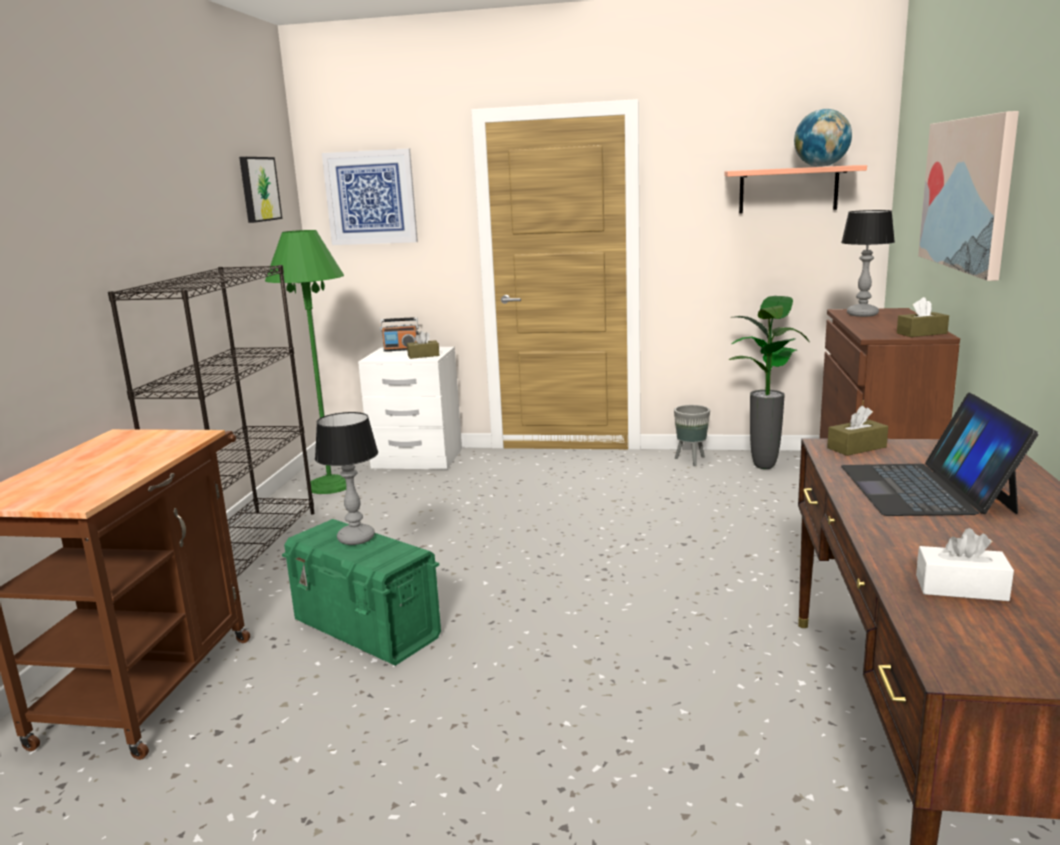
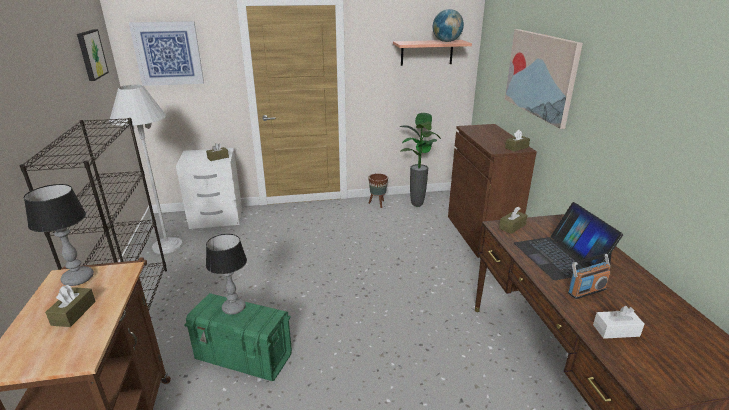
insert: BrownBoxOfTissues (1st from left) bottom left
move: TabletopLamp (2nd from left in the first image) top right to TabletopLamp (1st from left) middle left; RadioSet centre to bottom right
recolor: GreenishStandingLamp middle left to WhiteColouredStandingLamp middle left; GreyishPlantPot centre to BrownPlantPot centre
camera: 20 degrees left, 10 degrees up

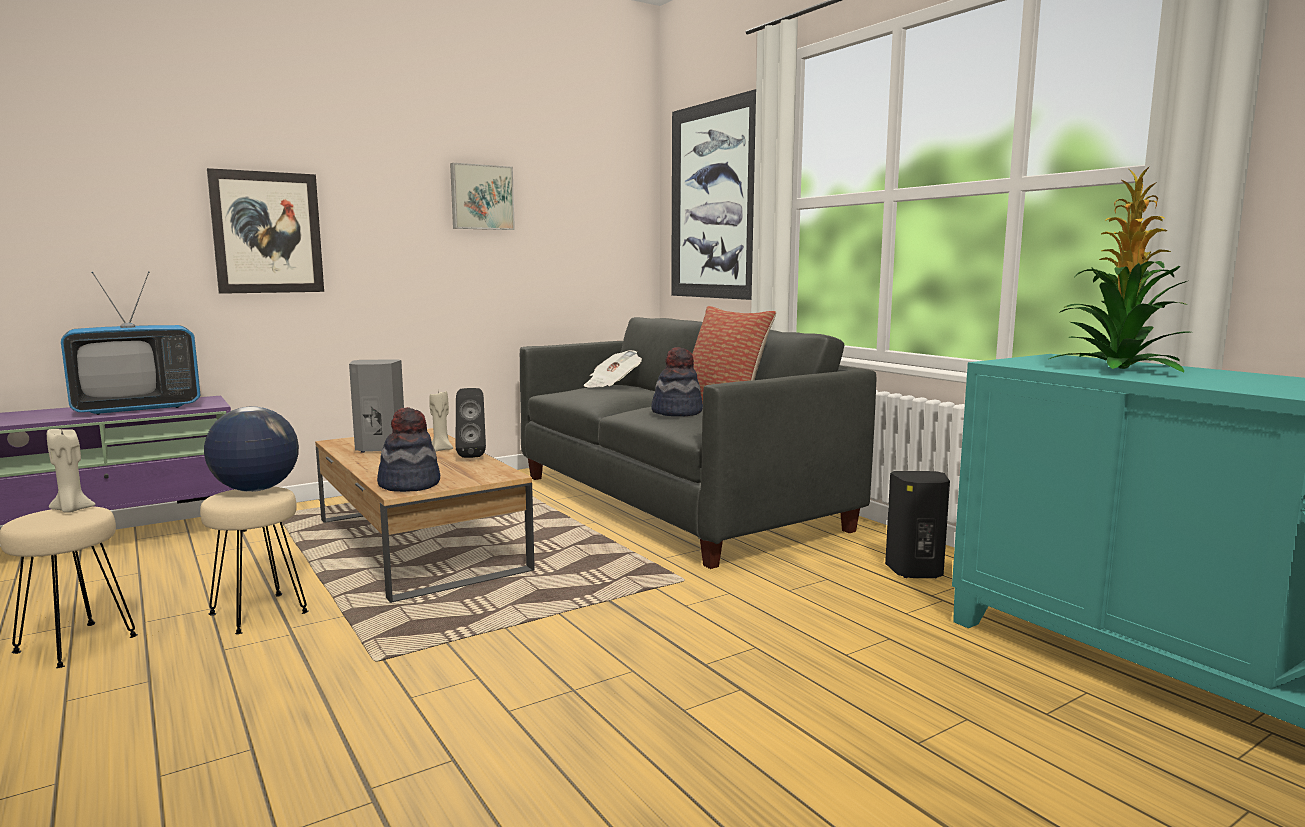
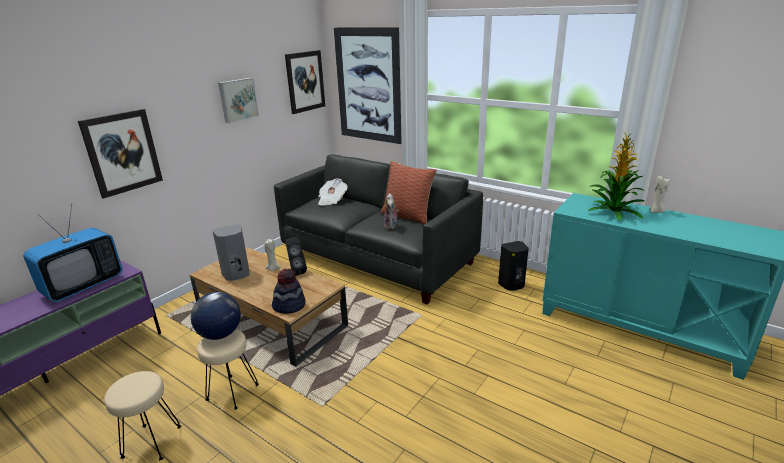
insert: WallPicture (3rd from left) top centre
move: SandColouredWaxCandle (1st from left in the first image) middle left to SandColouredWaxCandle (2nd from left) middle right
replace: Hat (2nd from left) centre to PlushToy centre
camera: 20 degrees left, 15 degrees up

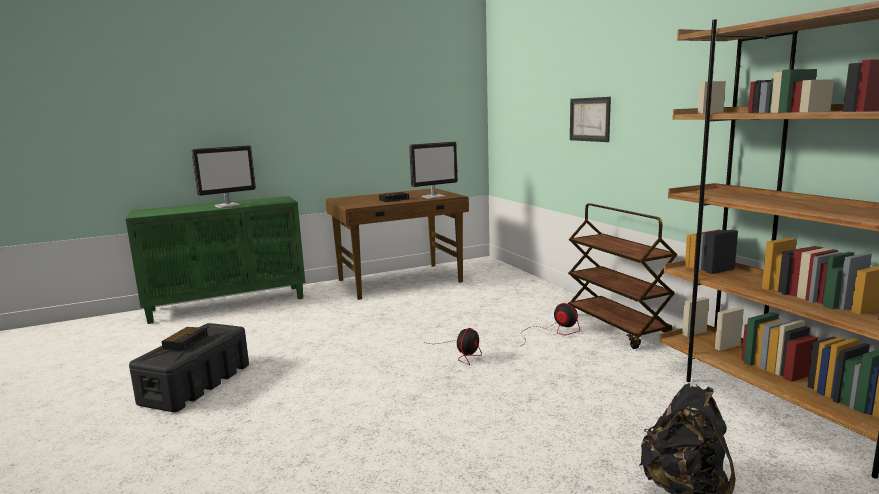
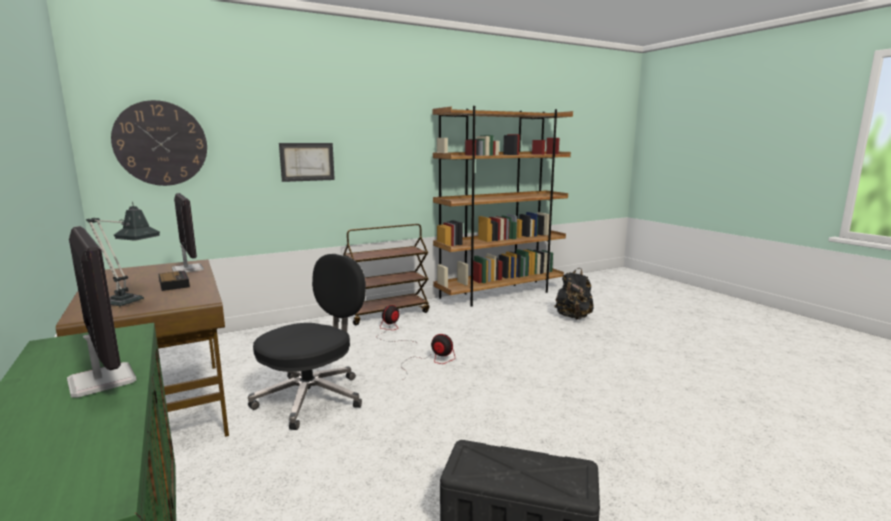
delete: TableClock (1st from left) bottom left
insert: HangingClock top left; TabletopLamp middle left; BlackColouredDeskChair centre
camera: 95 degrees left, 0 degrees up

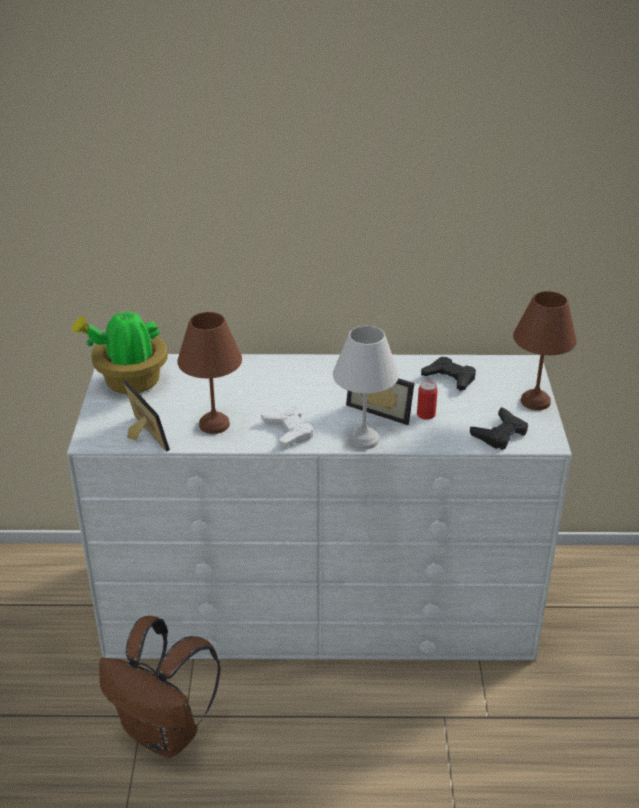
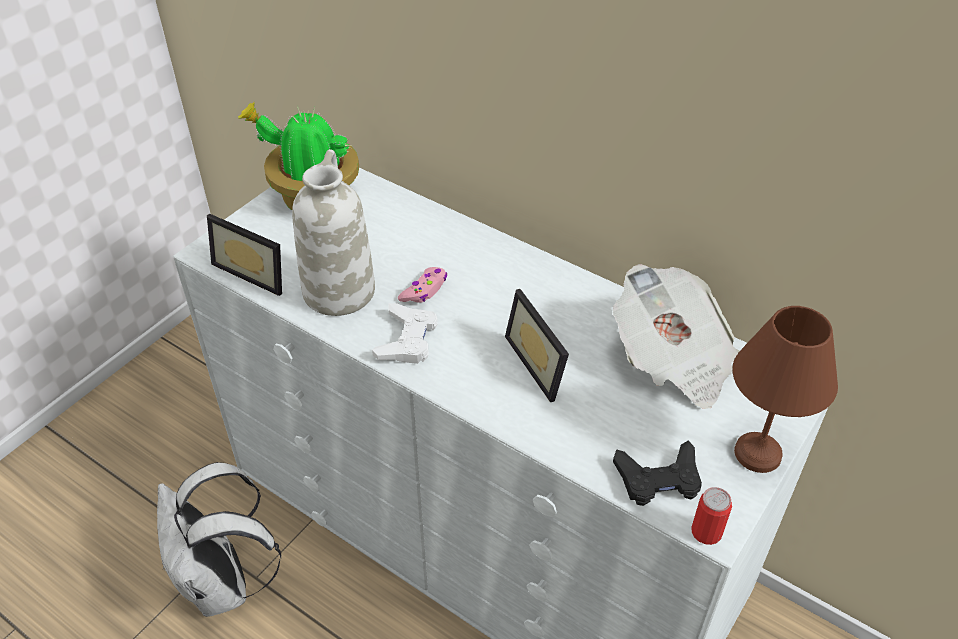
delete: WhiteColouredTabletopLamp centre
insert: PinkGameController centre
move: SealedCan middle right to bottom right
replace: BrownTabletopLamp (1st from left) middle left to WhiteColouredFlowerVase centre; BlackColouredGameController (1st from left) middle right to Newspaper middle right
recolor: BrownBackpack bottom left to WhiteColouredBackpack bottom left
rotate: PhotoFrame (1st from left) middle left = middle left 120 degrees clockwise
camera: 35 degrees right, 10 degrees up

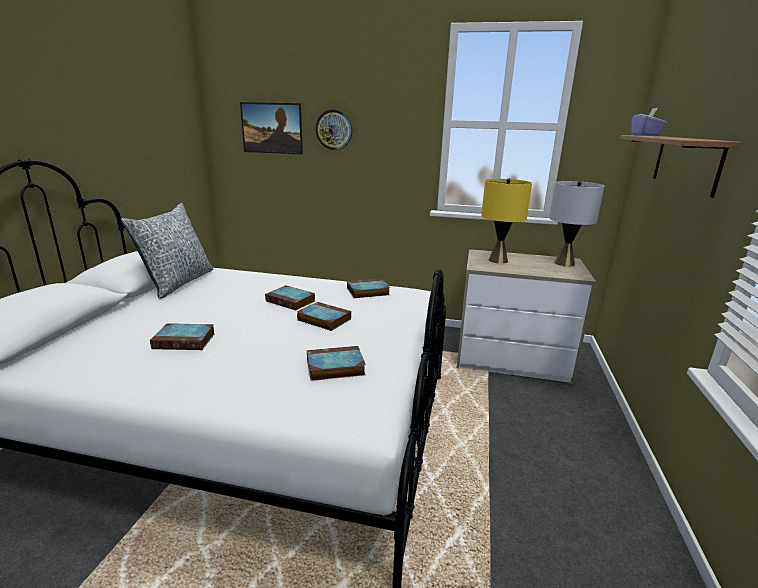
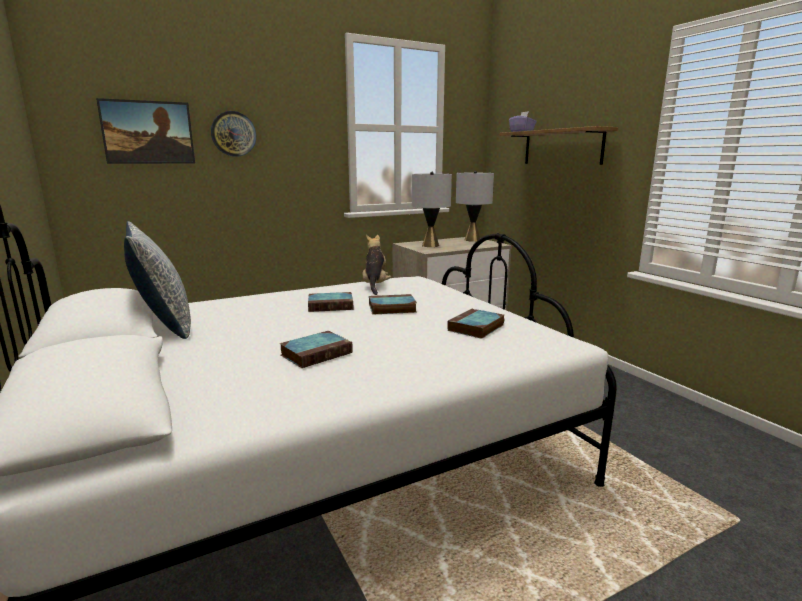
replace: Book (5th from left) centre to PlushToy centre
recolor: YellowTabletopLamp middle right to GreyishTabletopLamp (1st from left) centre
camera: 40 degrees left, 5 degrees down

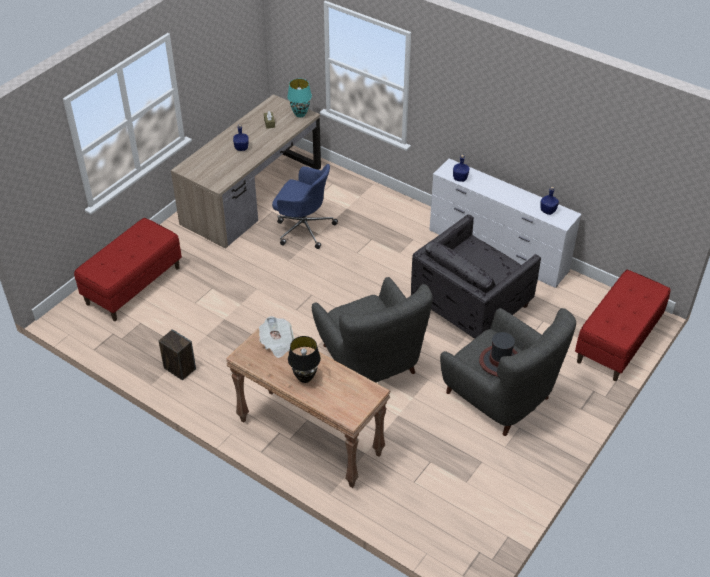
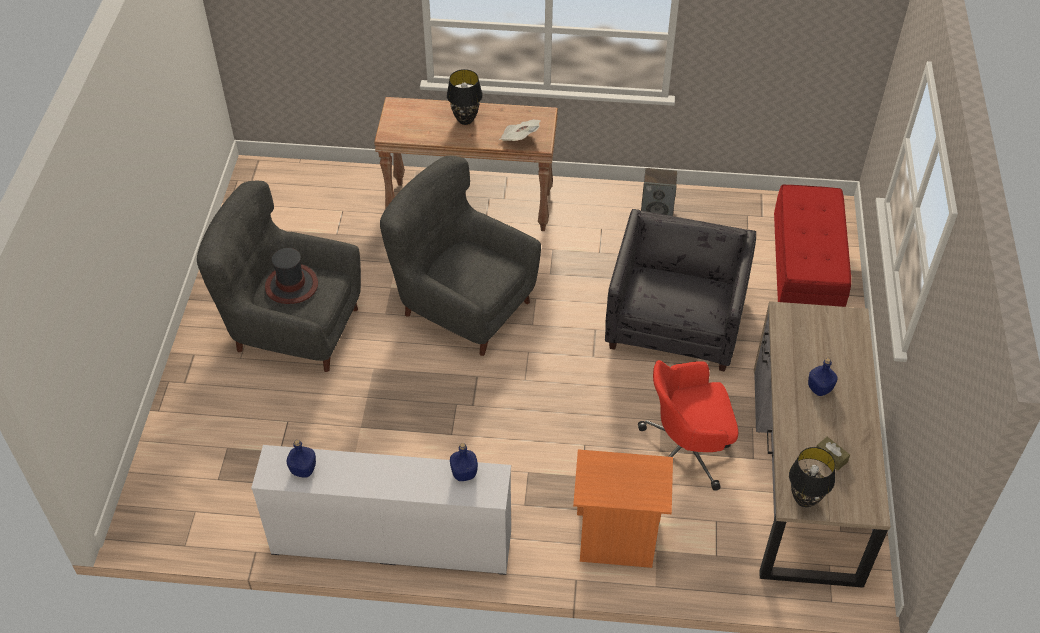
delete: ReddishLongSeat (2nd from left) middle right
insert: OrangeNightstand bottom centre
move: GreyishEasyChair (2nd from left in the first image) middle right to GreyishEasyChair (3rd from left) centre
recolor: TurquoiseTabletopLamp top centre to BlackColouredTabletopLamp (2nd from left) bottom right; BlueColouredDeskChair centre to ReddishDeskChair bottom centre
camera: 150 degrees right, 5 degrees up

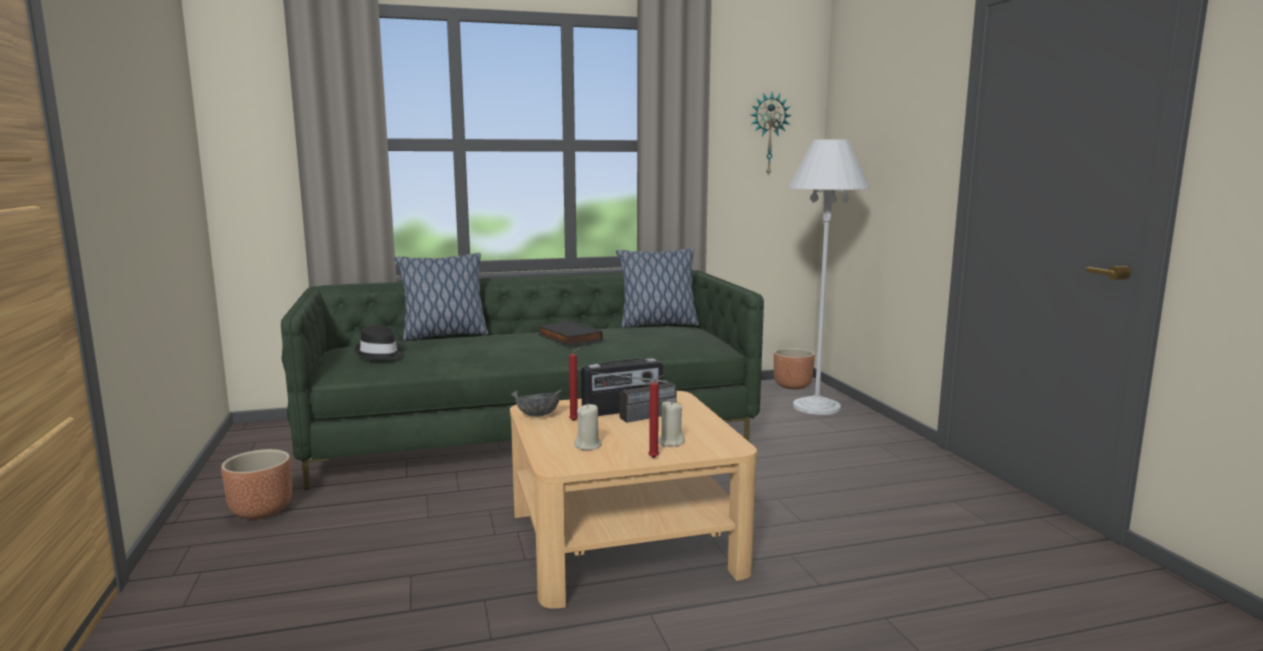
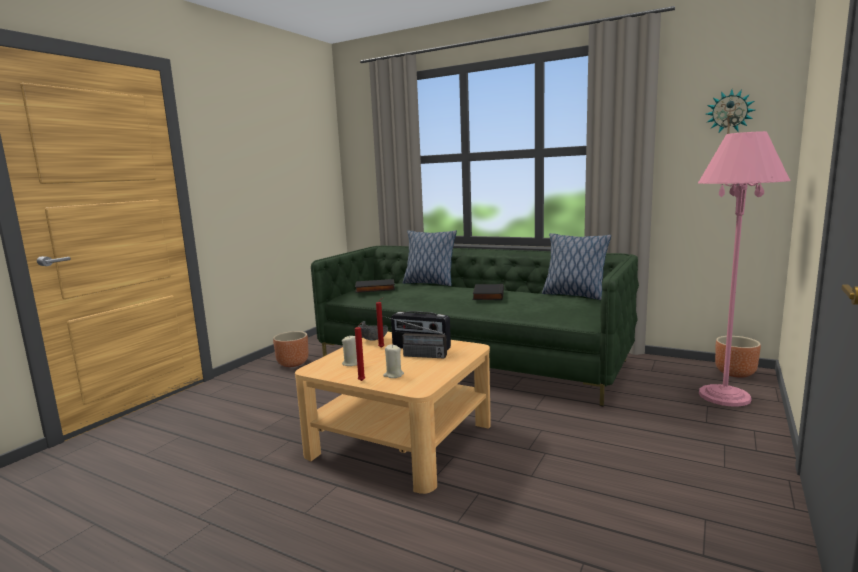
replace: BlackColouredHat middle left to BlackColouredBook (1st from left) centre
recolor: WhiteColouredStandingLamp centre to PinkStandingLamp middle right
camera: 45 degrees right, 0 degrees up

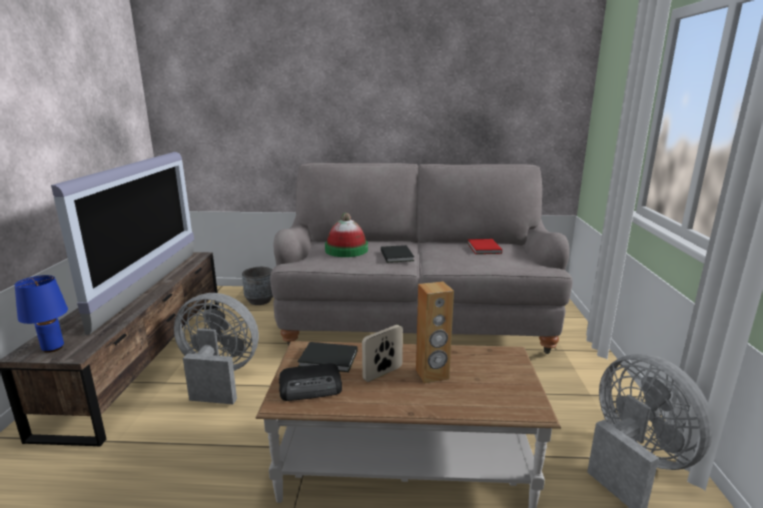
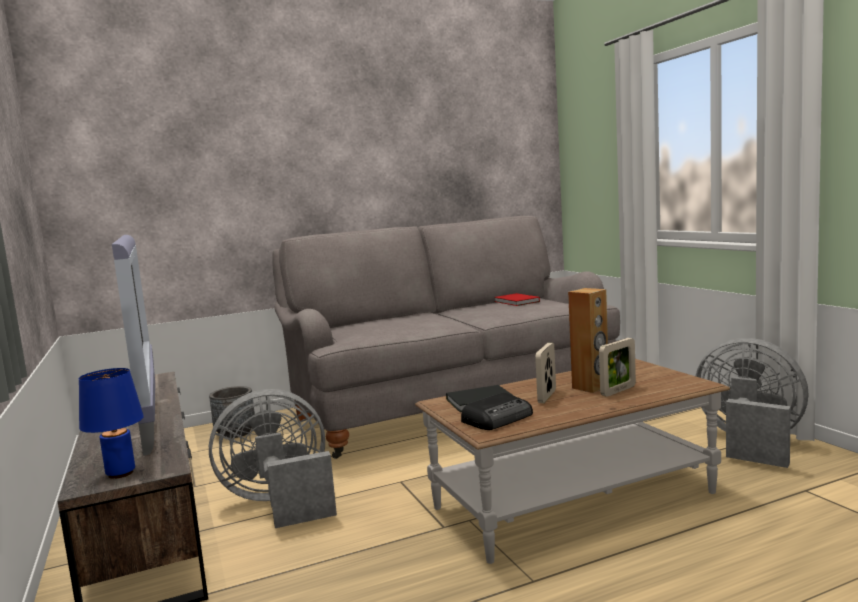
delete: Hat centre; BlackColouredBook (2nd from left) centre
insert: PhotoFrame (2nd from left) middle right
camera: 25 degrees left, 10 degrees down

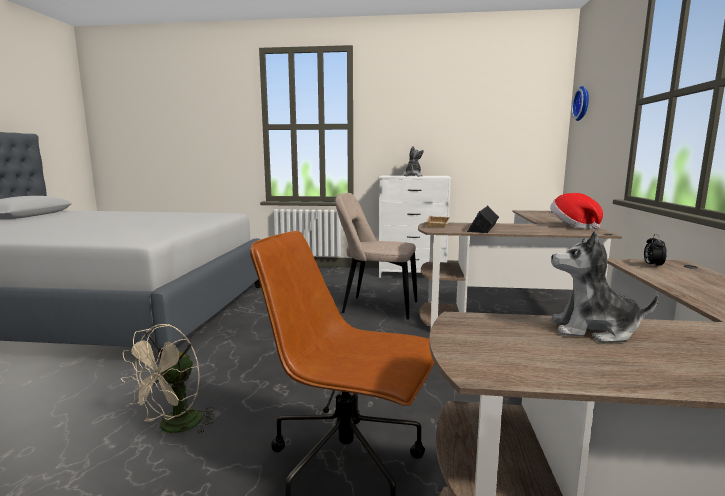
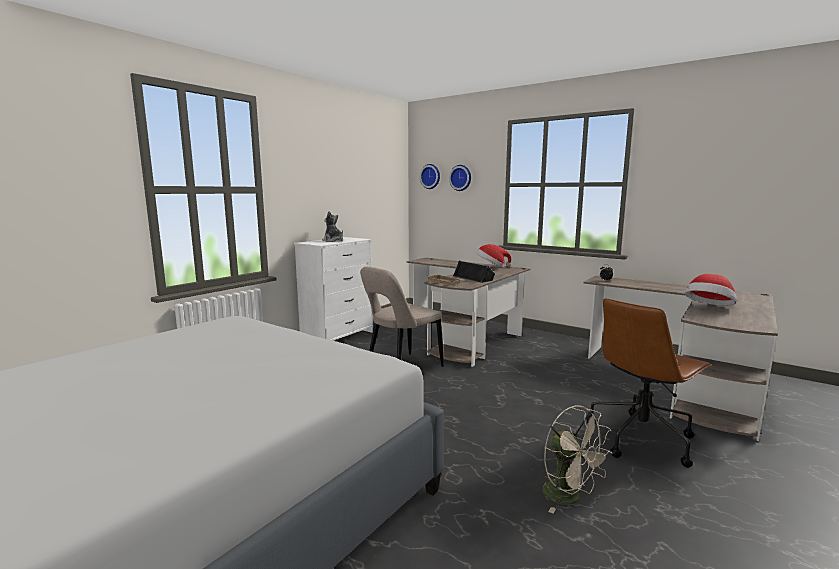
insert: HangingClock (2nd from left) top centre
replace: PlushToy (2nd from left) middle right to Hat (2nd from left) middle right
camera: 60 degrees left, 0 degrees up

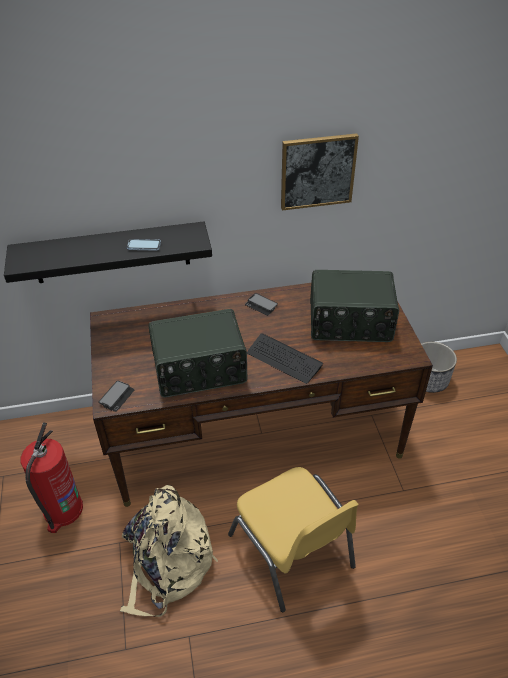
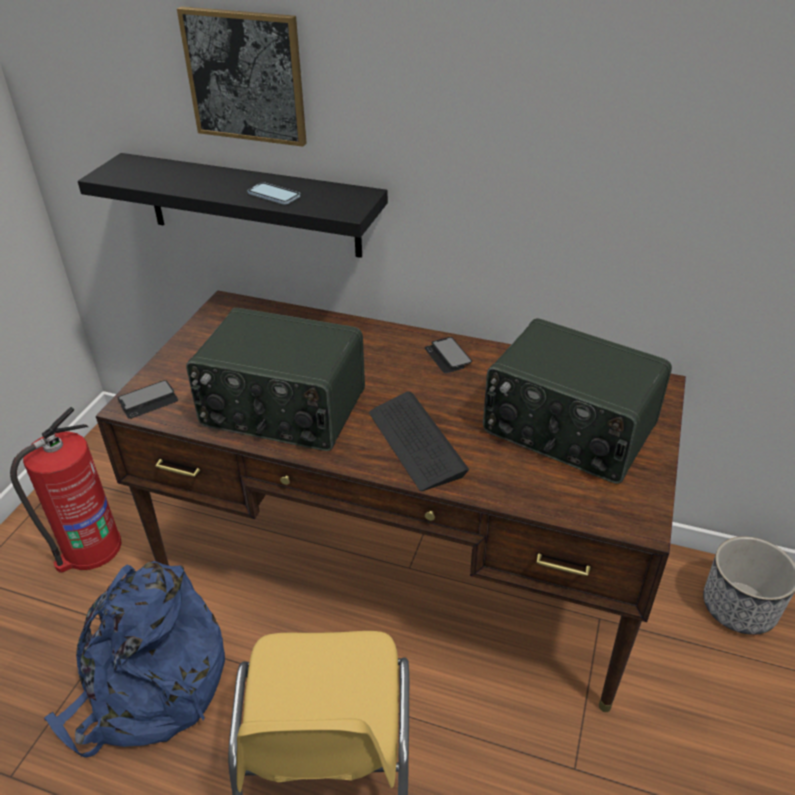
move: WallPicture top centre to top left
recolor: SandColouredBackpack bottom left to BlueColouredBackpack bottom left
camera: 30 degrees right, 5 degrees down

